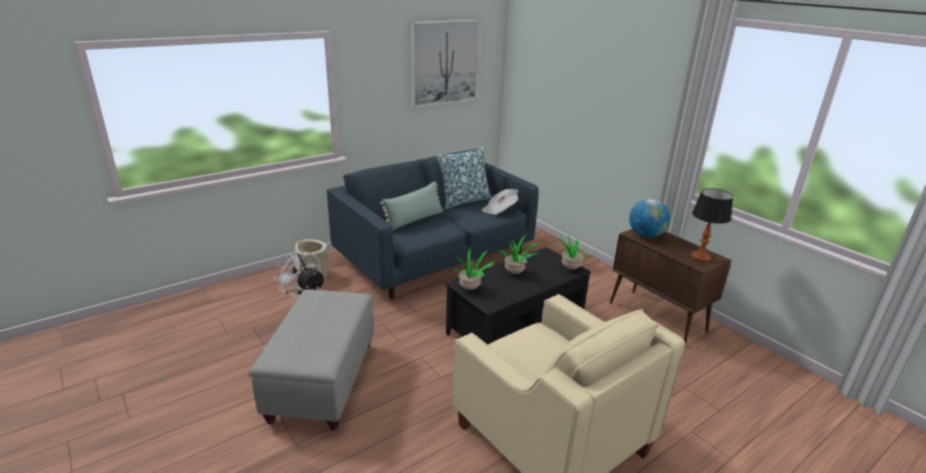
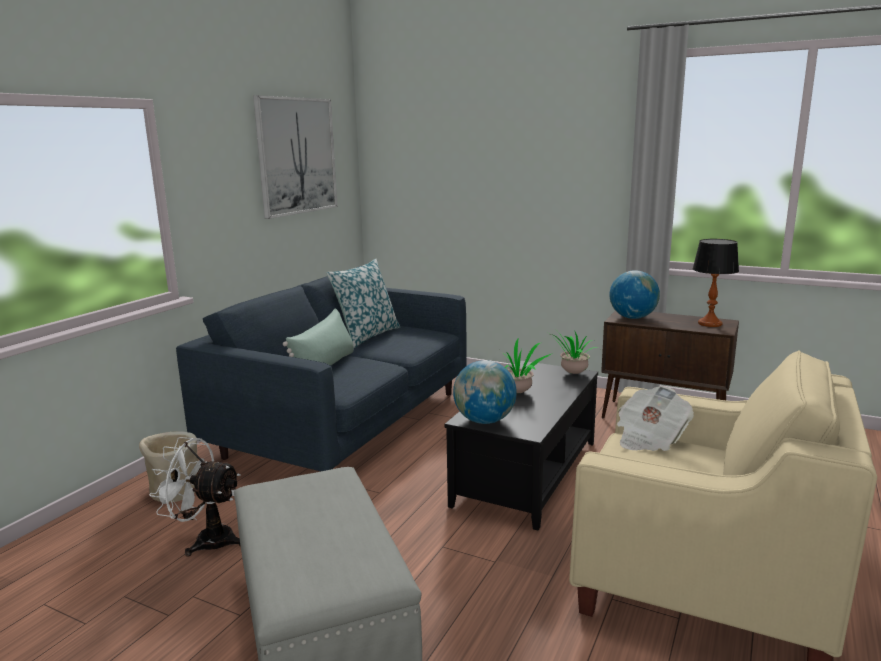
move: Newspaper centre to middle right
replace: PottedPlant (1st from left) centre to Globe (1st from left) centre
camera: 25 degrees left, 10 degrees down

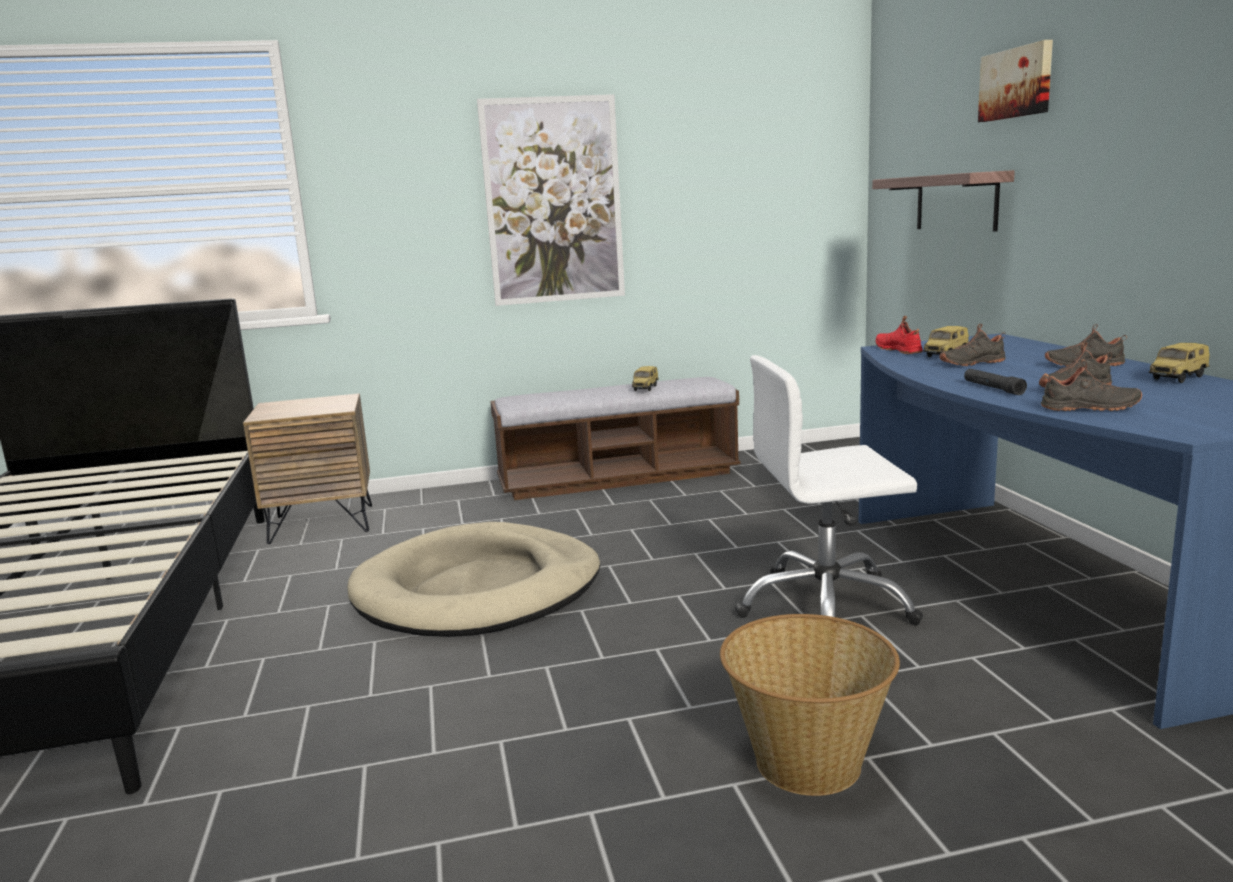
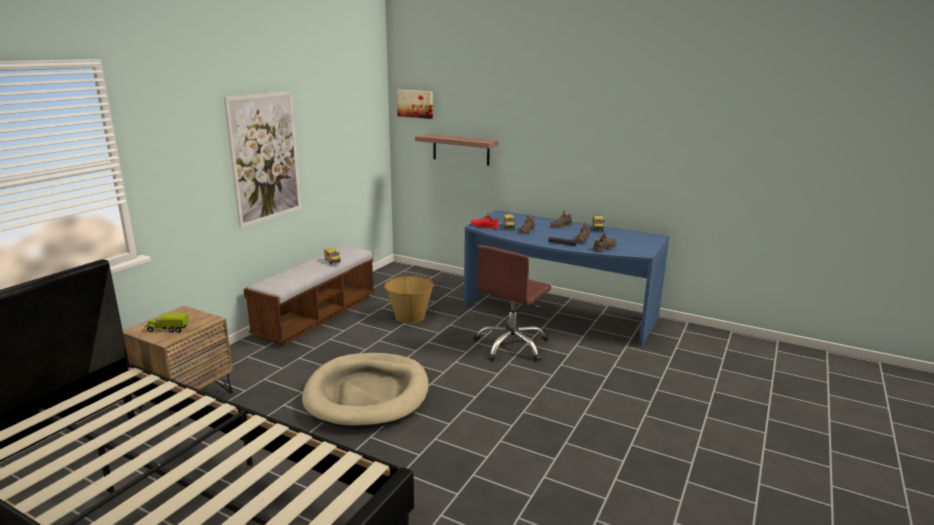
insert: ToyTruck middle left
move: WallPicture (2nd from left) top right to top centre; HouseholdBasket bottom centre to centre
recolor: WhiteColouredDeskChair middle right to BrownDeskChair centre
camera: 50 degrees left, 5 degrees up

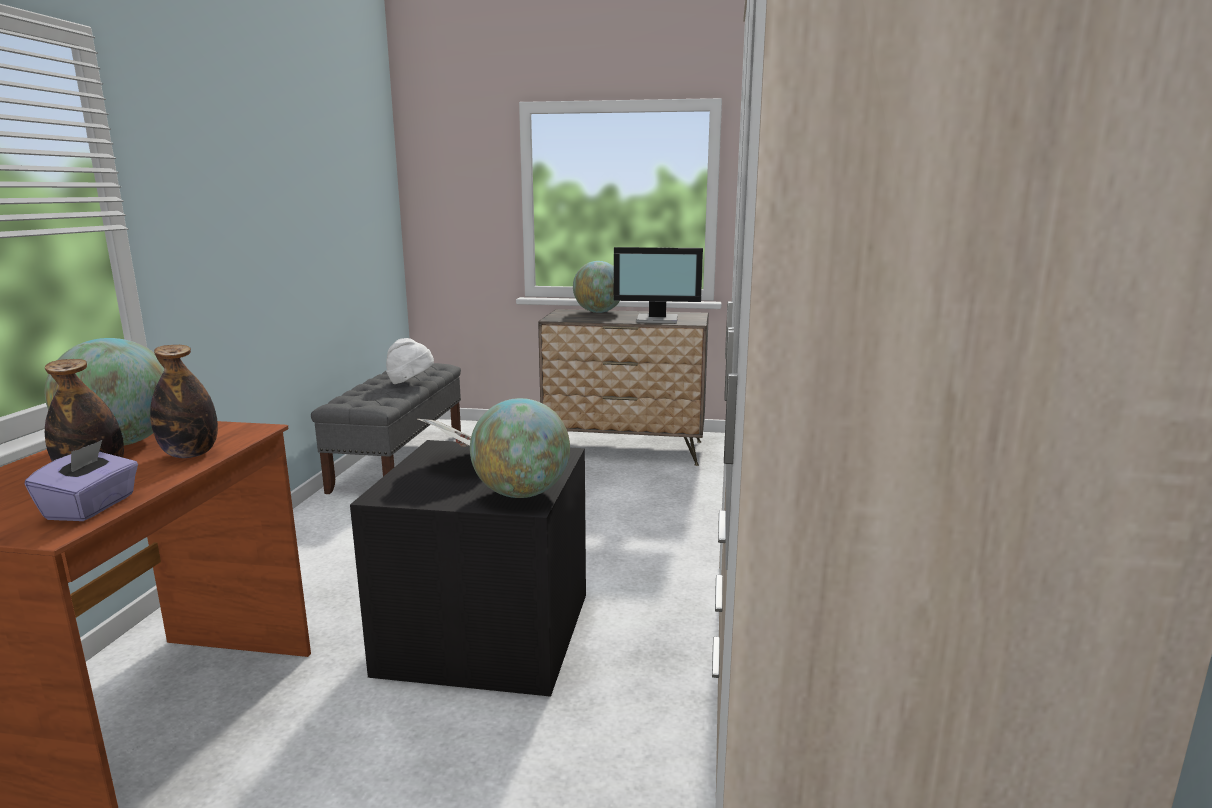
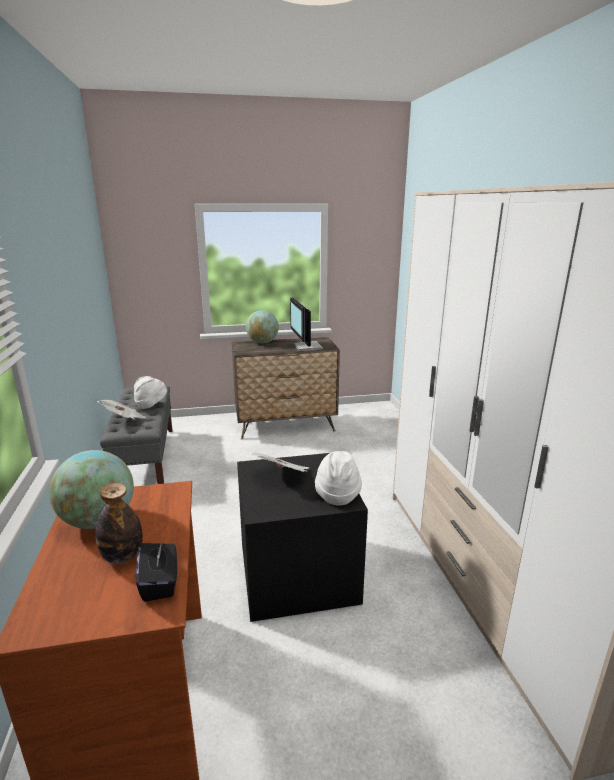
delete: Bottle (2nd from left) middle left
insert: Newspaper (1st from left) middle left
replace: Globe (2nd from left) centre to WhiteColouredHat (2nd from left) centre
recolor: PurplishBoxOfTissues middle left to BlackColouredBoxOfTissues bottom left
rotate: Monitor centre = centre 90 degrees clockwise
camera: 20 degrees left, 5 degrees up

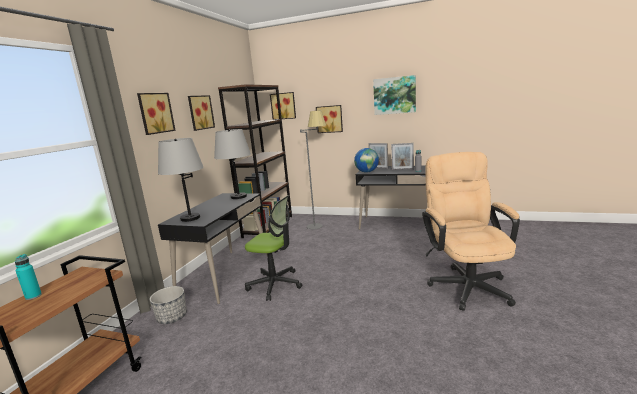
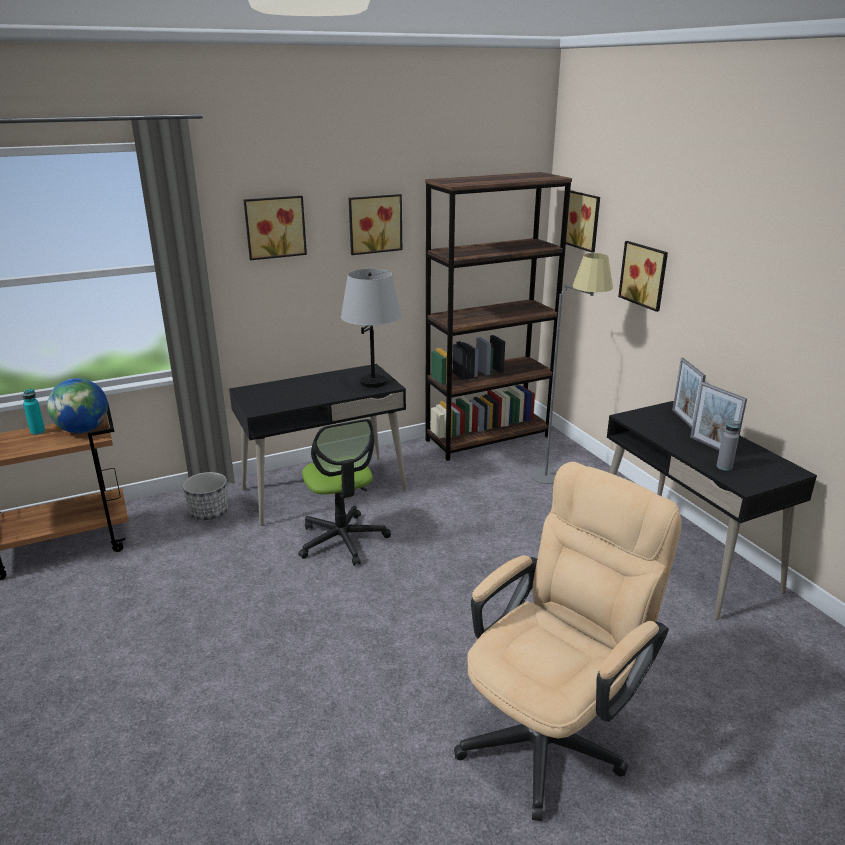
delete: WallPicture (5th from left) top centre; GreyishTabletopLamp (1st from left) middle left
move: Globe centre to middle left
camera: 45 degrees right, 10 degrees up

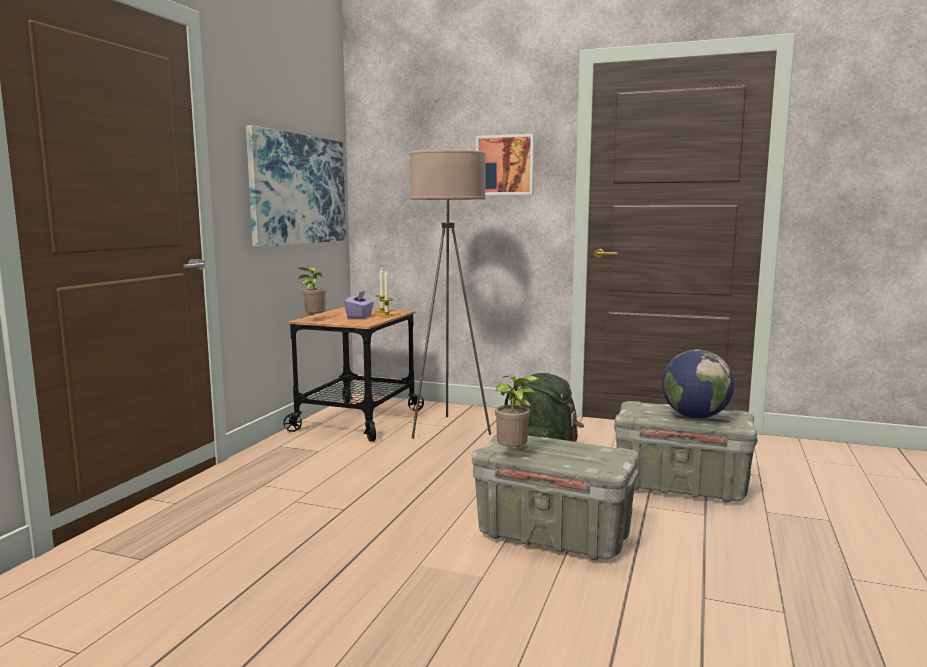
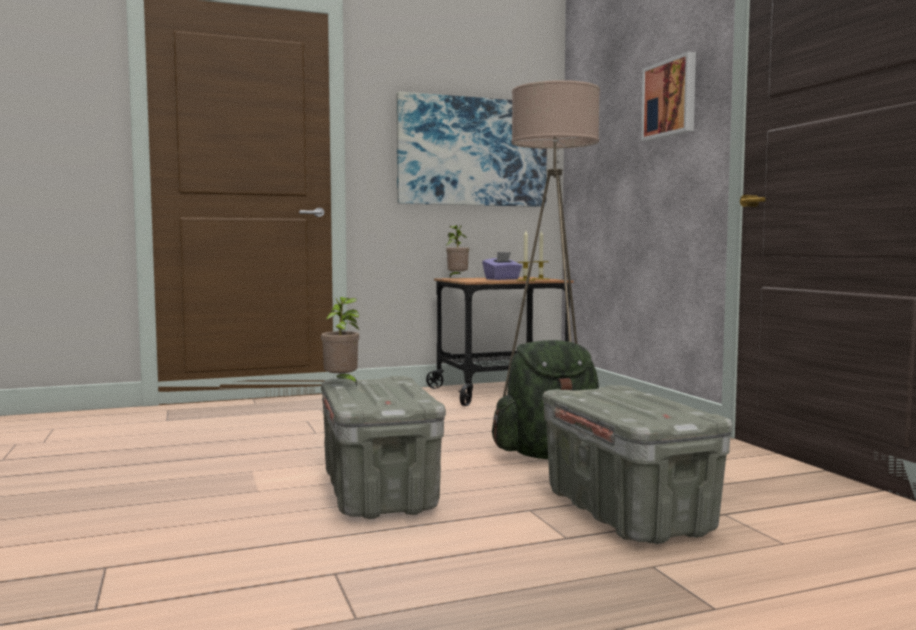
delete: Globe middle right
camera: 50 degrees right, 5 degrees down

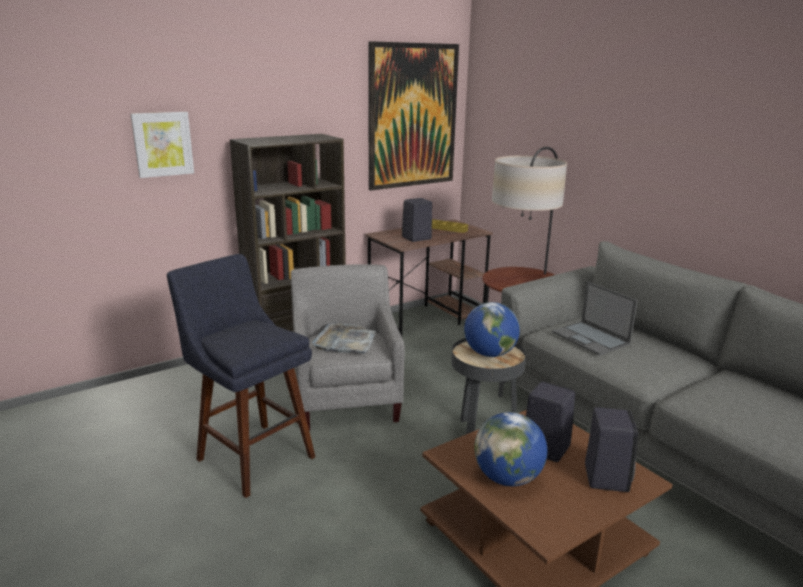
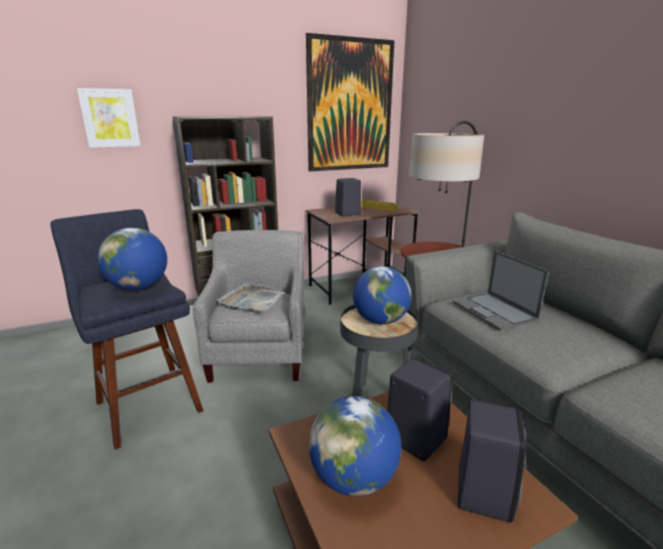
insert: Globe (1st from left) middle left
camera: 10 degrees right, 0 degrees up

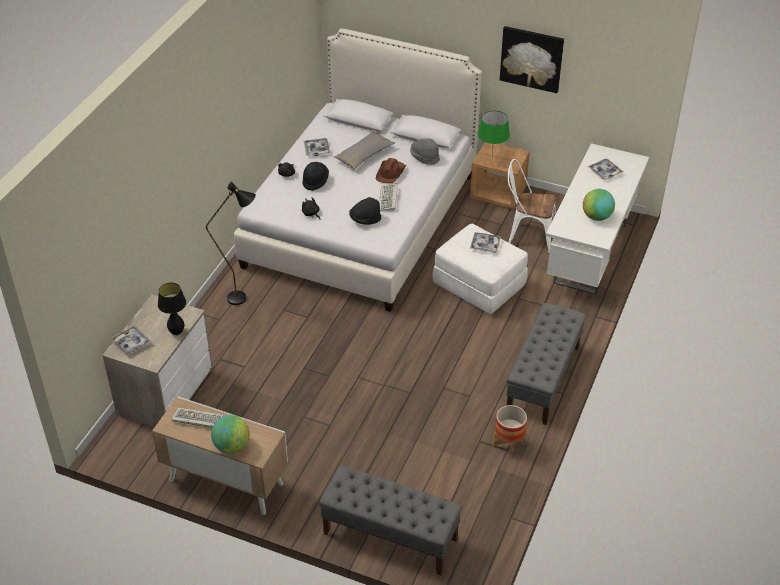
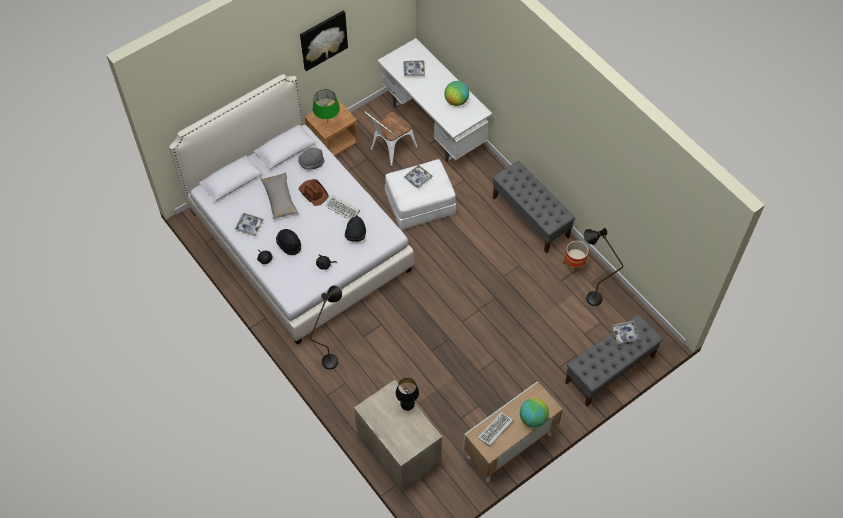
insert: BlackColouredStandingLamp (2nd from left) middle right
move: Tray (1st from left in the first image) middle left to Tray (4th from left) middle right
camera: 60 degrees left, 15 degrees up

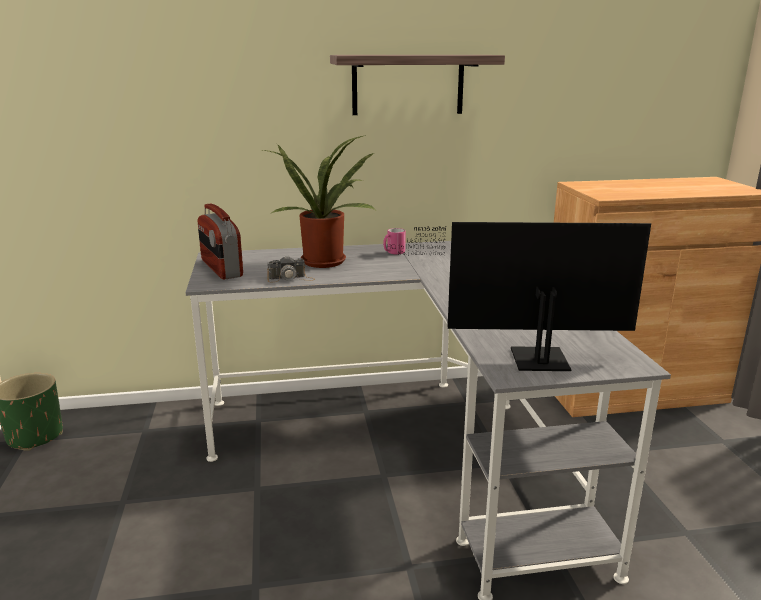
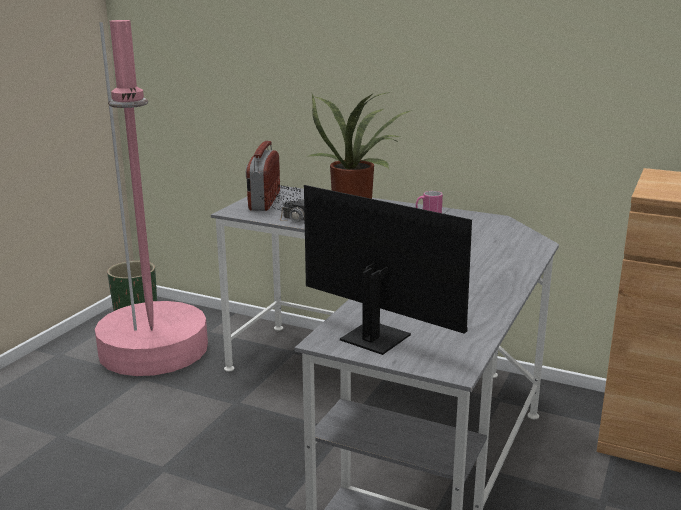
delete: WallShelf top centre
insert: PinkStandingLamp middle left
camera: 35 degrees right, 0 degrees up

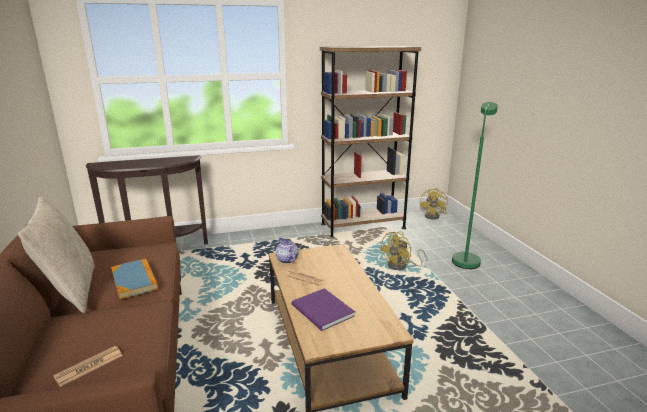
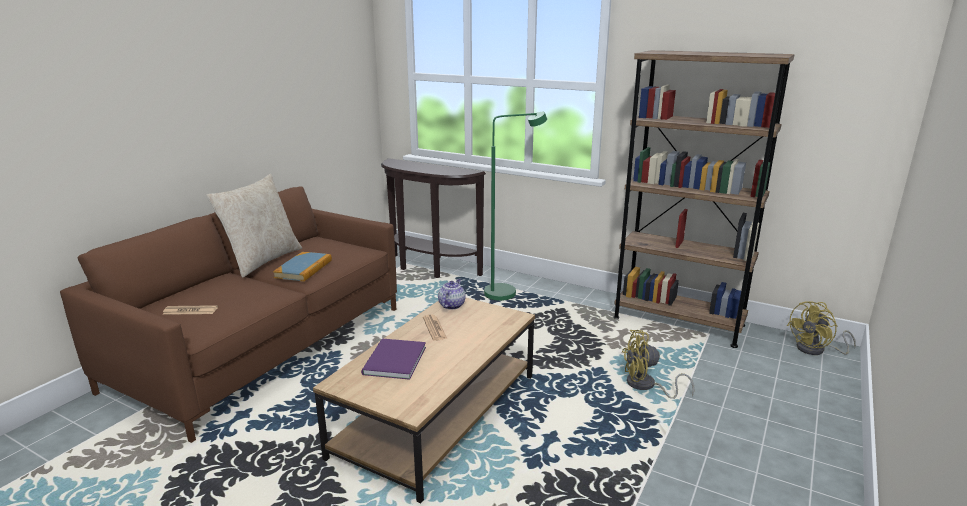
move: GreenishStandingLamp middle right to centre
camera: 45 degrees right, 0 degrees up

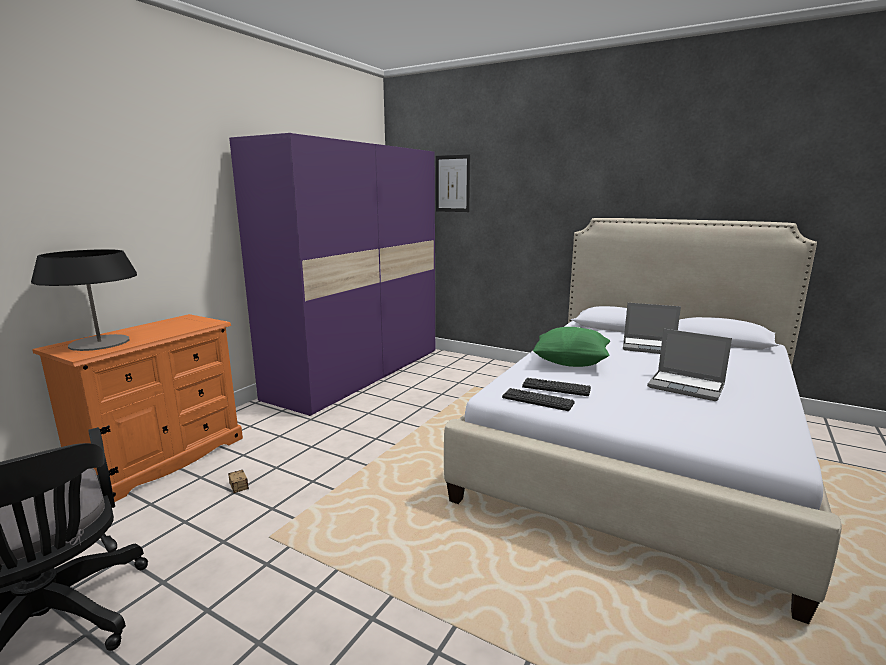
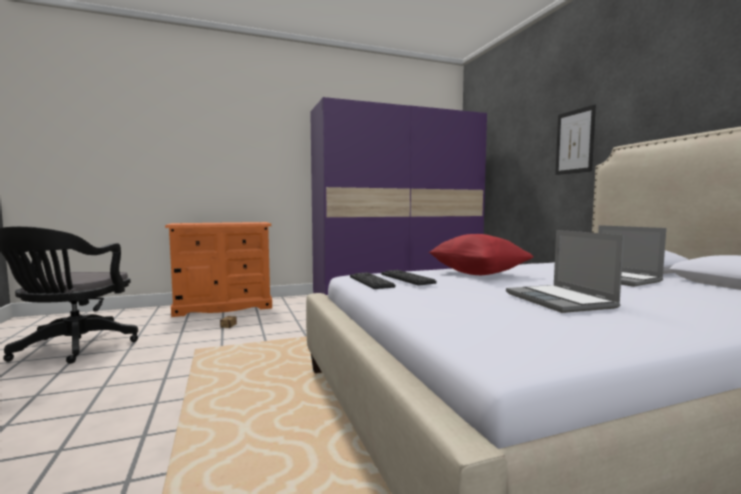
delete: TabletopLamp middle left
move: WallPicture top centre to top right
recolor: GreenishThrowPillow centre to ReddishThrowPillow centre
camera: 40 degrees right, 10 degrees down

